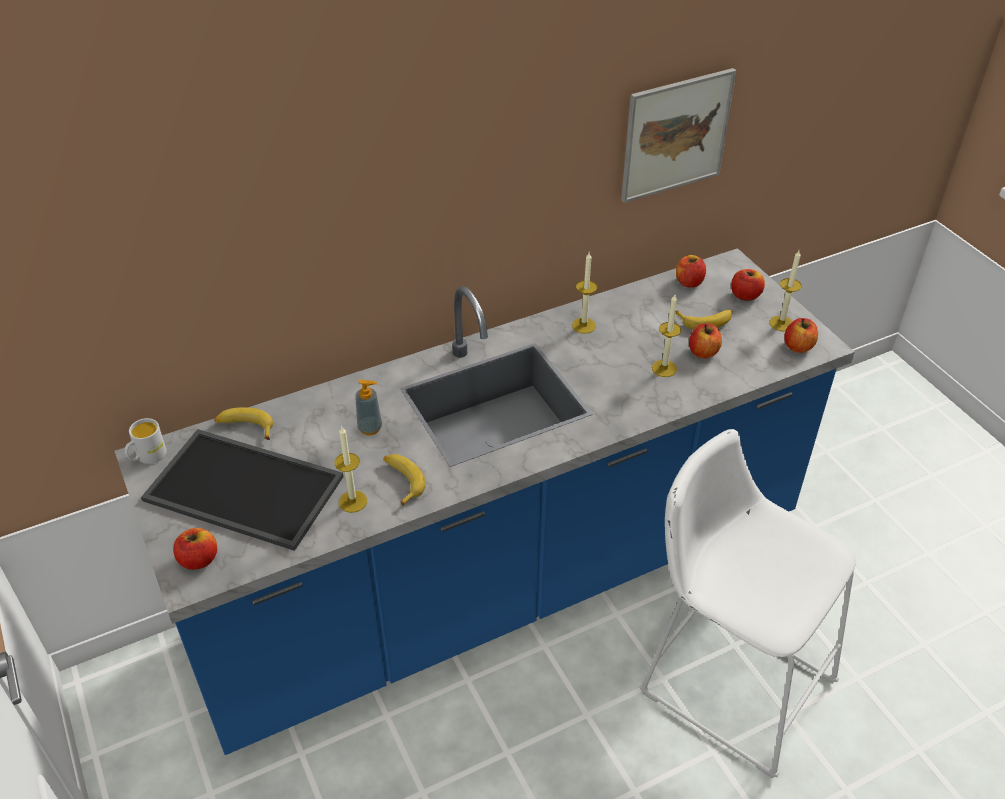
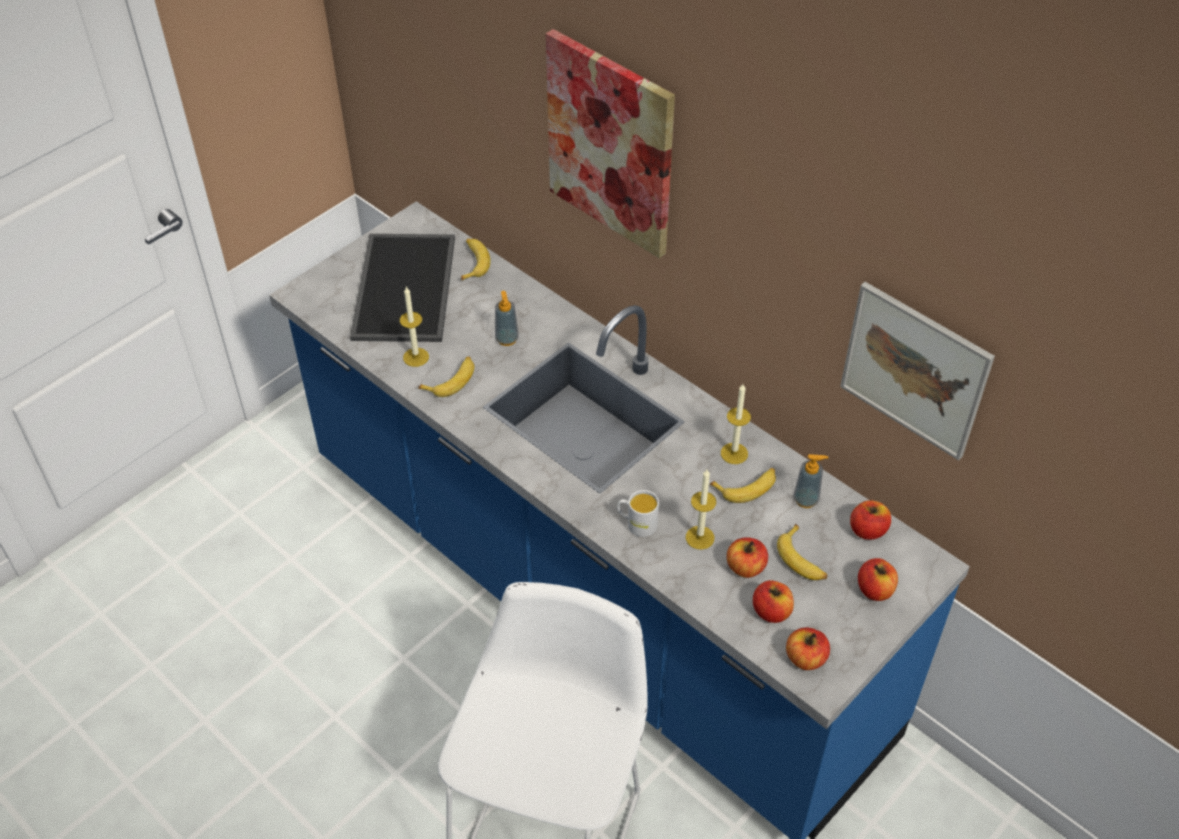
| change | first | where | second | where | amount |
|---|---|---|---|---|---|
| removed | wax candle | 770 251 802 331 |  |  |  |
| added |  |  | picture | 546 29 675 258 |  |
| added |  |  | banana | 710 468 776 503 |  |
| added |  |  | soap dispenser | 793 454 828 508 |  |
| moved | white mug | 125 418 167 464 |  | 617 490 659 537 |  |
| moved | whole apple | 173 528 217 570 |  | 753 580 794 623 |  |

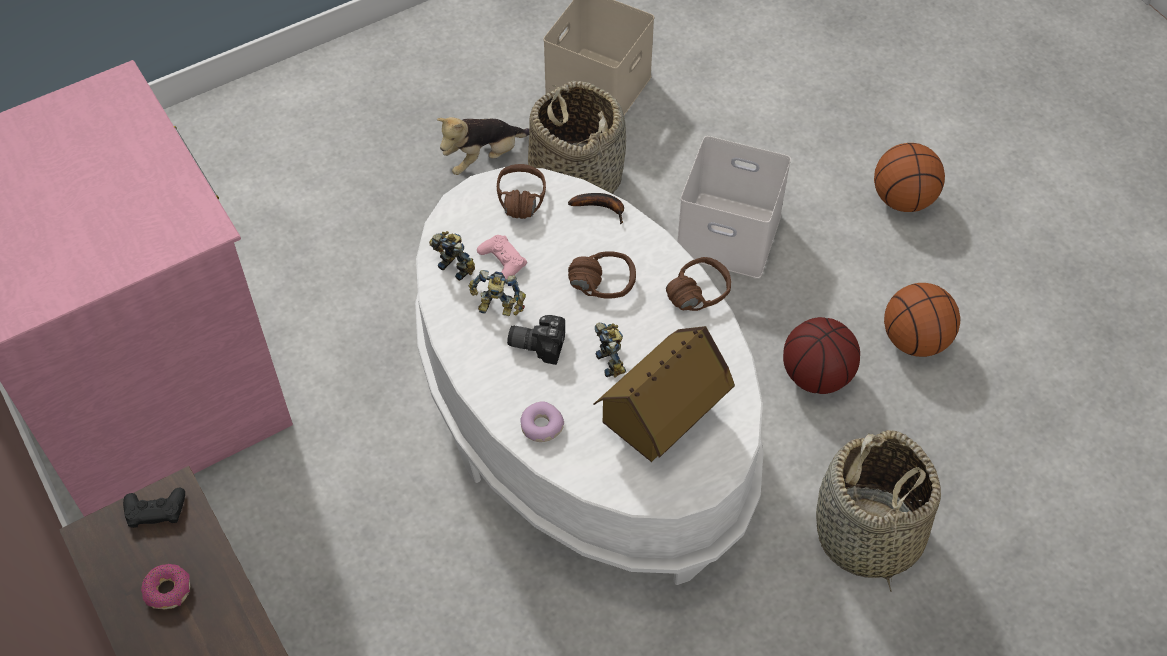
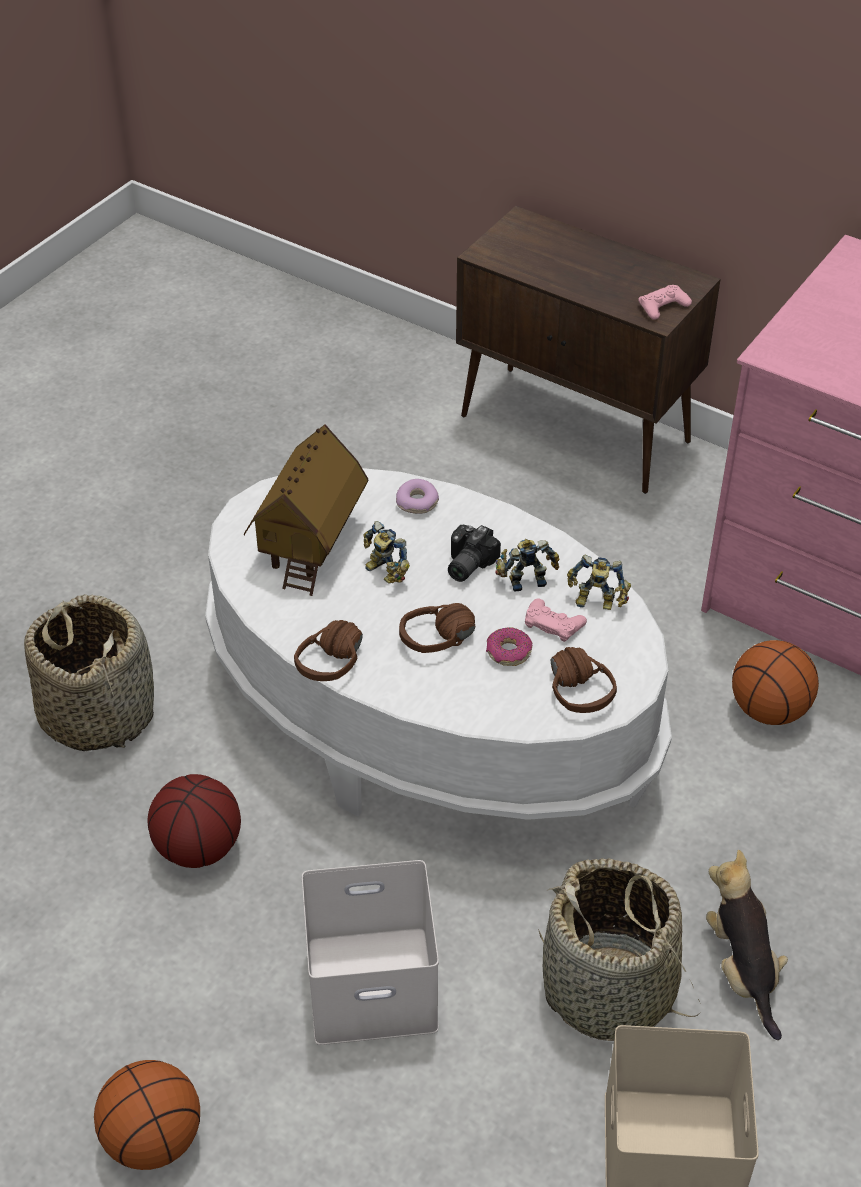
| change | first | where | second | where | amount |
|---|---|---|---|---|---|
| removed | banana | 568 193 624 224 |  |  |  |
| moved | donut | 141 564 190 610 |  | 486 627 533 666 |  |
| moved | basketball | 884 283 960 357 |  | 732 640 819 725 |  |
| recoloured | black joypad | 123 488 185 528 | pink joypad | 638 285 692 320 |  |
| turned | plush toy | 437 117 529 175 |  | 706 850 788 1040 | 45 degrees counterclockwise |
| turned | still camera | 507 315 565 365 |  | 448 525 501 582 | 135 degrees clockwise |

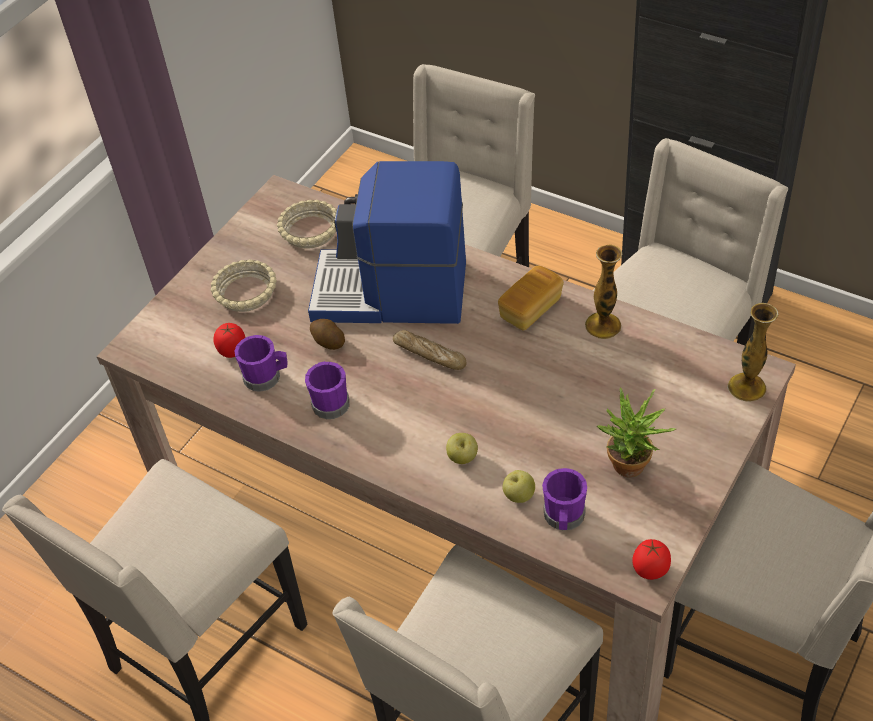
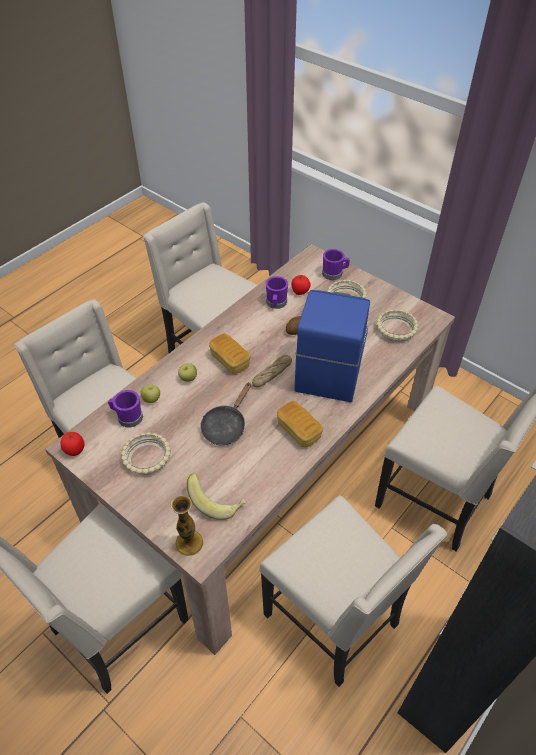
| change | first | where | second | where | amount |
|---|---|---|---|---|---|
| removed | vase | 585 245 622 339 |  |  |  |
| added |  |  | banana | 187 473 246 520 |  |
| added |  |  | black pan | 200 382 251 445 |  |
| added |  |  | bread | 209 333 250 374 |  |
| moved | purple mug | 305 361 350 419 |  | 322 249 350 280 |  |
| replaced | potted plant | 597 387 676 478 | beige bowl | 121 432 171 475 |  |

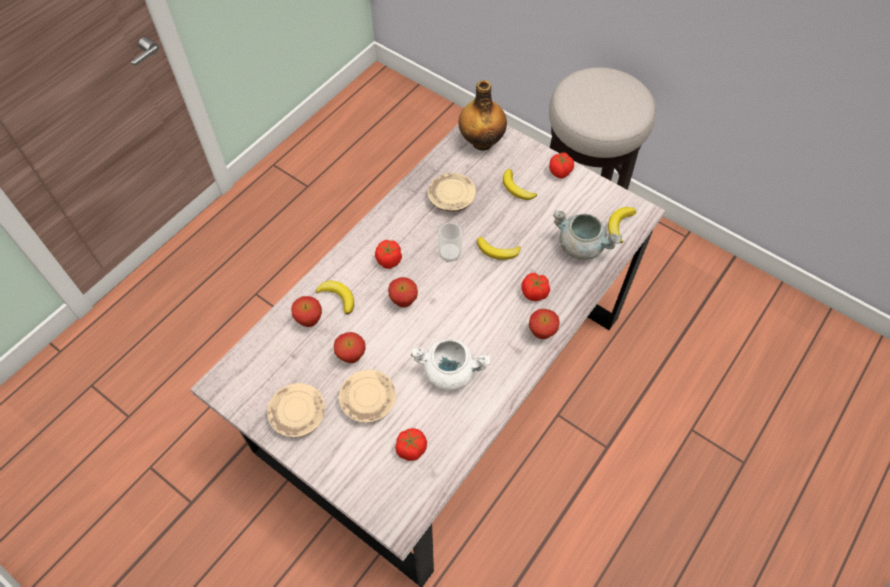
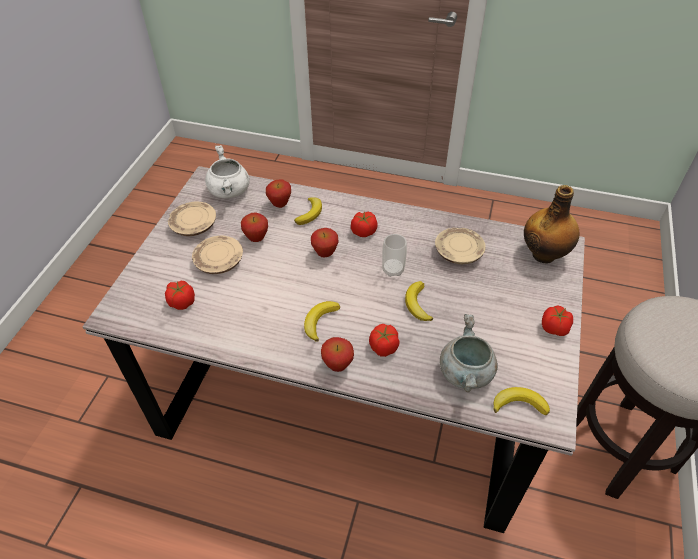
| change | first | where | second | where | amount |
|---|---|---|---|---|---|
| moved | white saucepot | 411 340 491 391 |  | 205 145 250 198 |  |
| moved | banana | 503 169 537 200 |  | 304 301 340 342 |  |

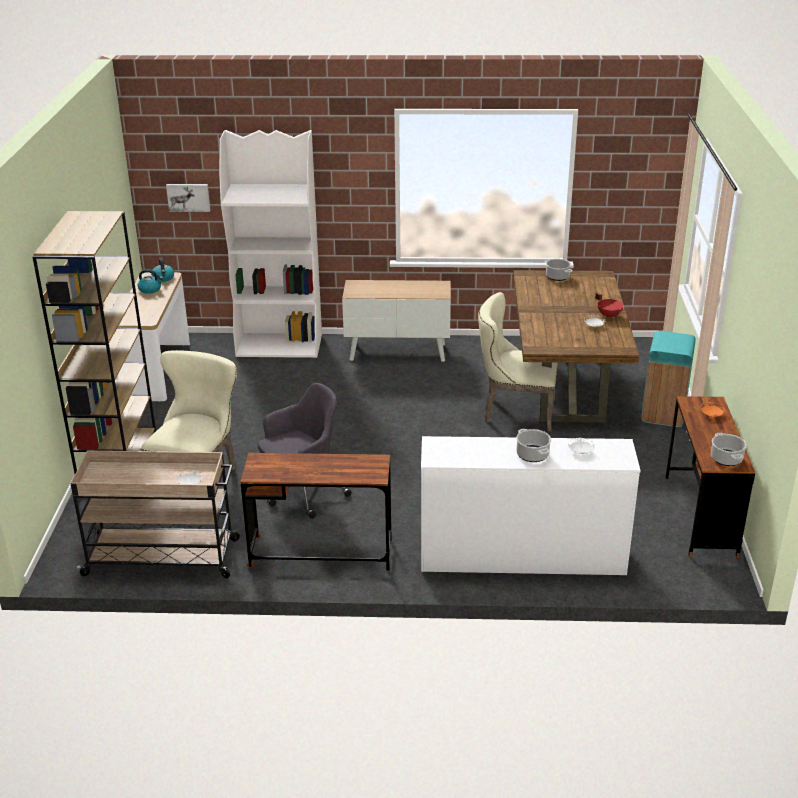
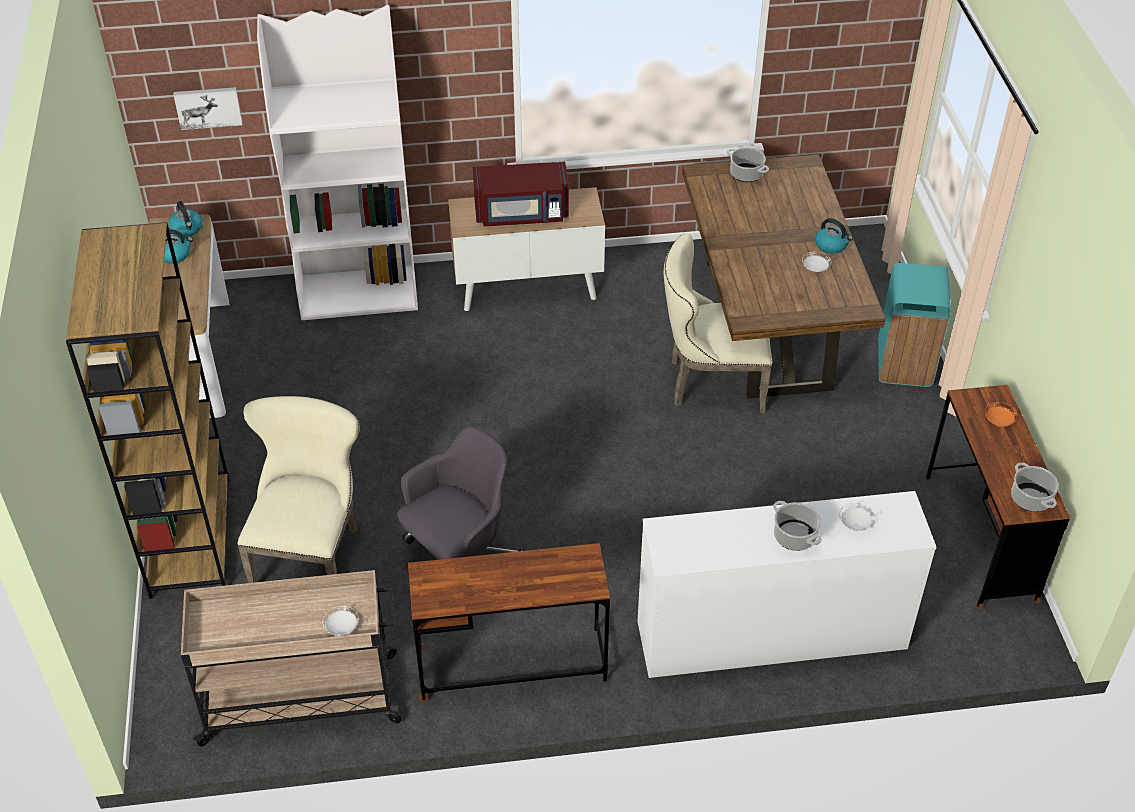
| change | first | where | second | where | amount |
|---|---|---|---|---|---|
| added |  |  | red microwave oven | 473 161 569 226 |  |
| replaced | red saucepot | 595 293 624 318 | water kettle | 815 218 853 254 |  |

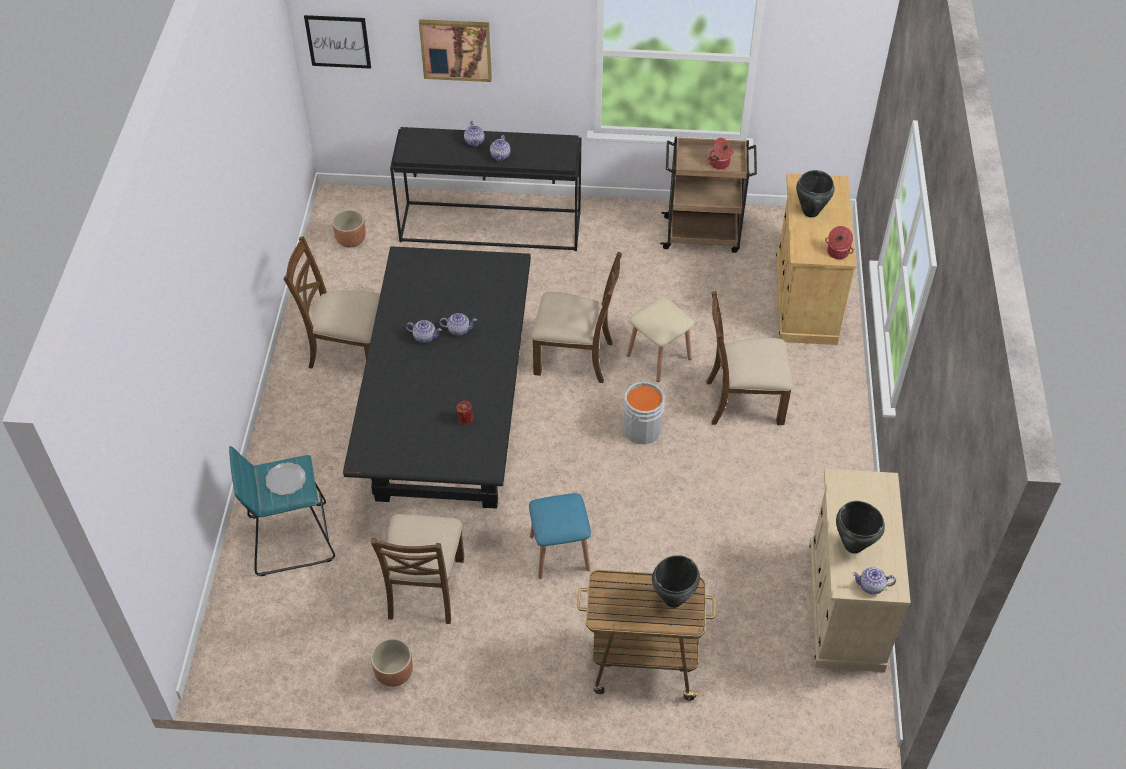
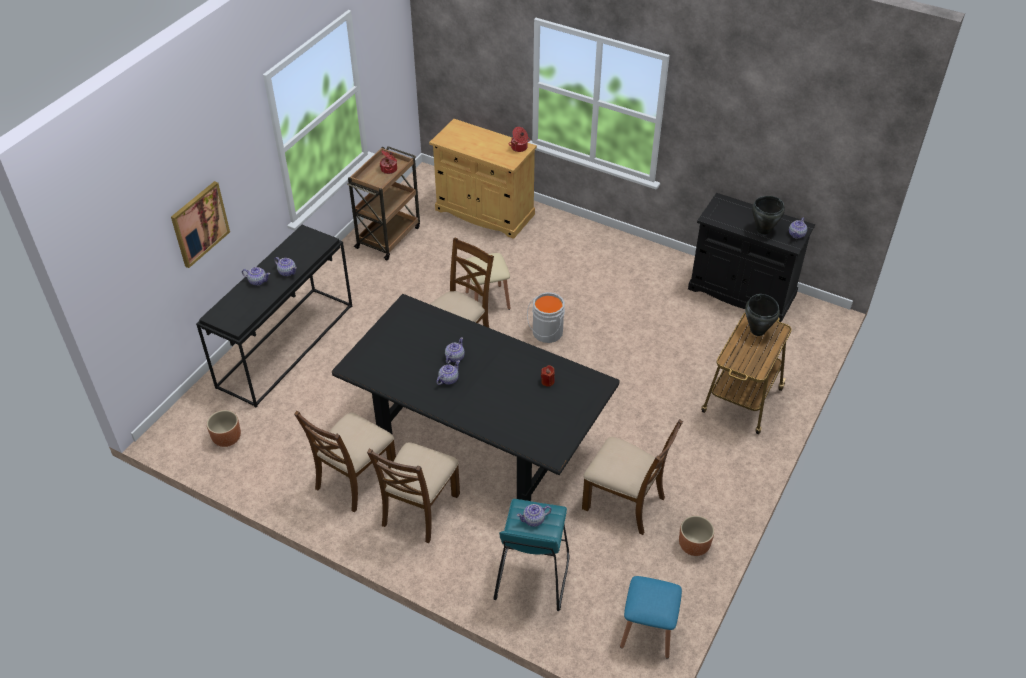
| change | first | where | second | where | amount |
|---|---|---|---|---|---|
| removed | picture | 304 15 371 69 |  |  |  |
| removed | black saucepot | 796 170 834 218 |  |  |  |
| moved | blue sitting stool | 529 493 591 579 |  | 620 576 682 659 |  |
| moved | brown plain chair | 706 291 793 425 |  | 367 442 460 543 |  |
| replaced | flat dish | 266 462 306 495 | teapot | 517 504 551 527 |  |
| recoloured | beige cupboard | 809 469 911 672 | black cupboard | 688 193 815 322 |  |

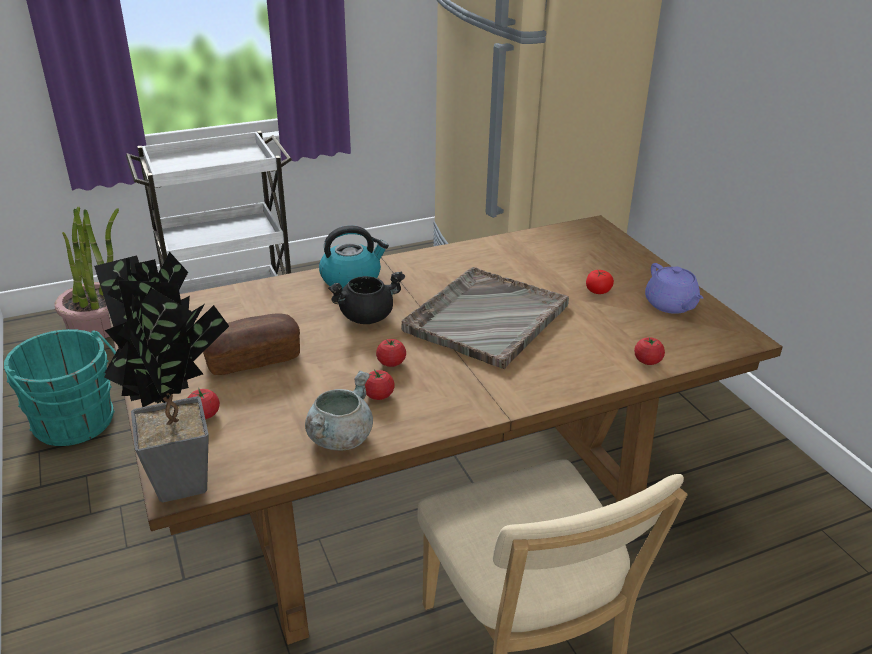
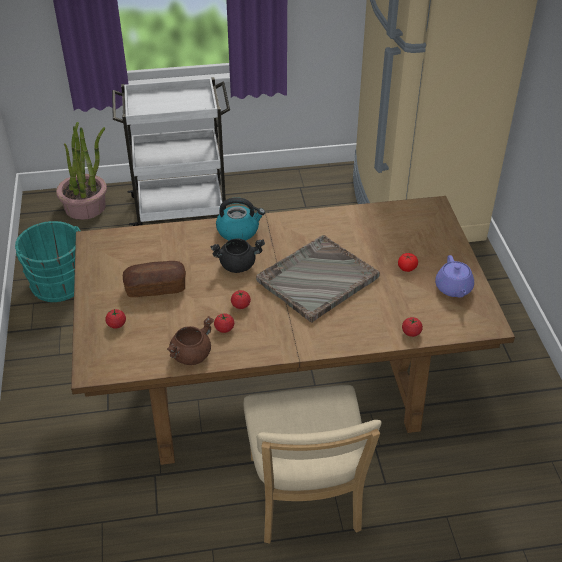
| change | first | where | second | where | amount |
|---|---|---|---|---|---|
| removed | potted plant | 94 252 229 503 |  |  |  |
| recoloured | greyish saucepot | 305 371 373 450 | brown saucepot | 167 316 214 365 |  |

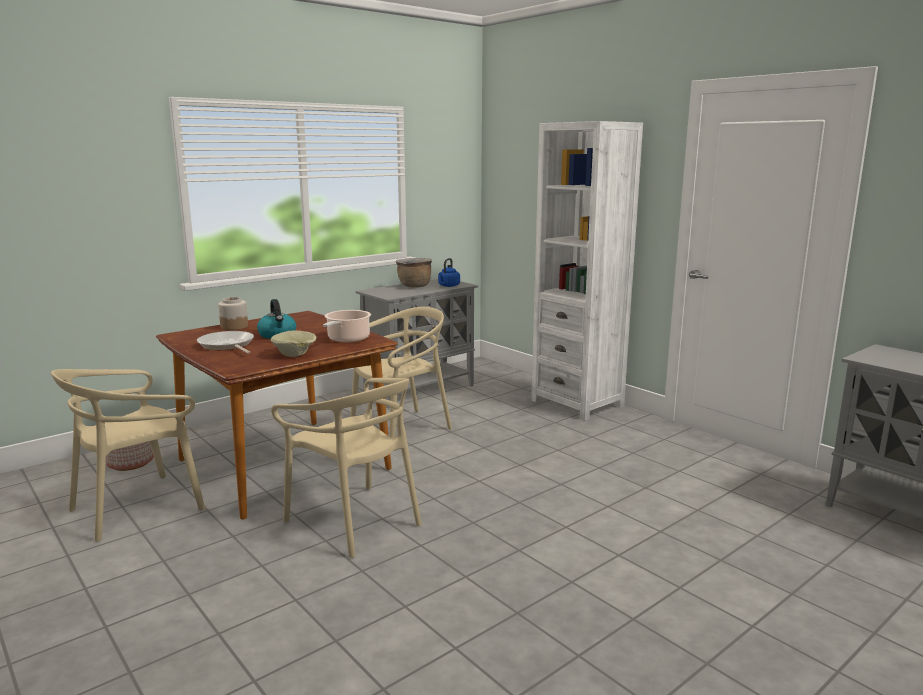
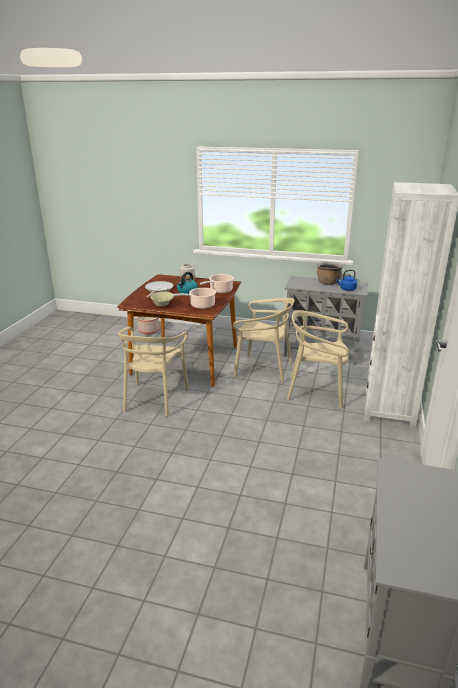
| change | first | where | second | where | amount |
|---|---|---|---|---|---|
| added |  |  | saucepot | 200 274 234 293 |  |
| moved | beige plain chair | 51 369 205 542 |  | 287 310 349 409 |  |

